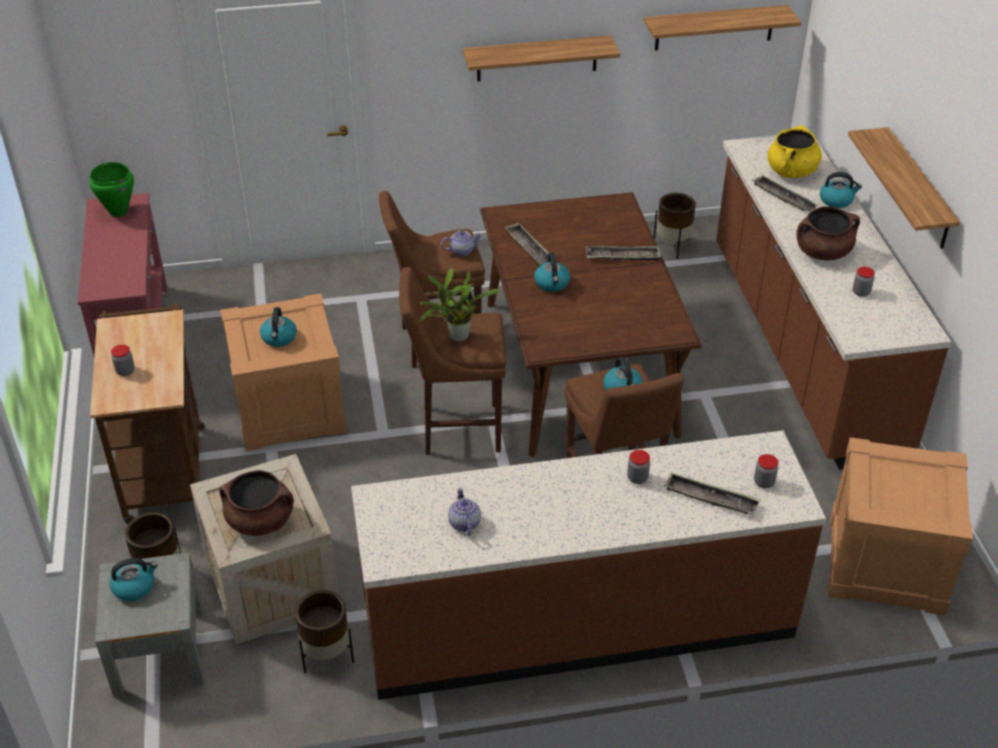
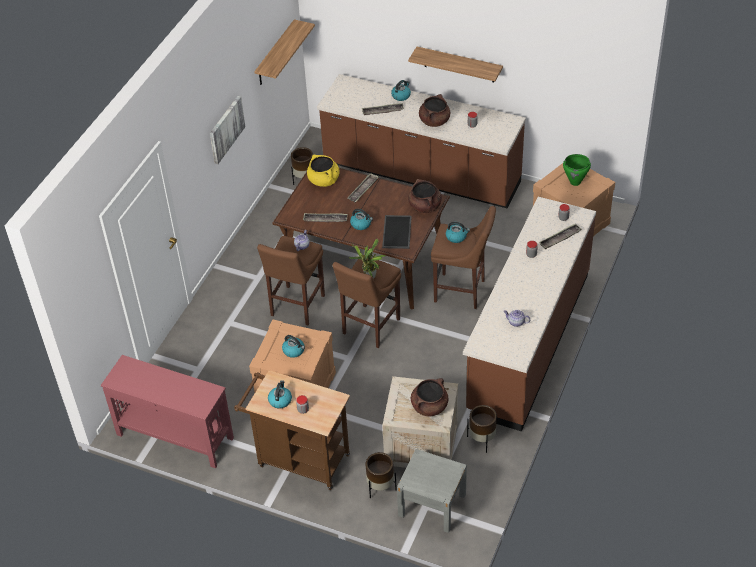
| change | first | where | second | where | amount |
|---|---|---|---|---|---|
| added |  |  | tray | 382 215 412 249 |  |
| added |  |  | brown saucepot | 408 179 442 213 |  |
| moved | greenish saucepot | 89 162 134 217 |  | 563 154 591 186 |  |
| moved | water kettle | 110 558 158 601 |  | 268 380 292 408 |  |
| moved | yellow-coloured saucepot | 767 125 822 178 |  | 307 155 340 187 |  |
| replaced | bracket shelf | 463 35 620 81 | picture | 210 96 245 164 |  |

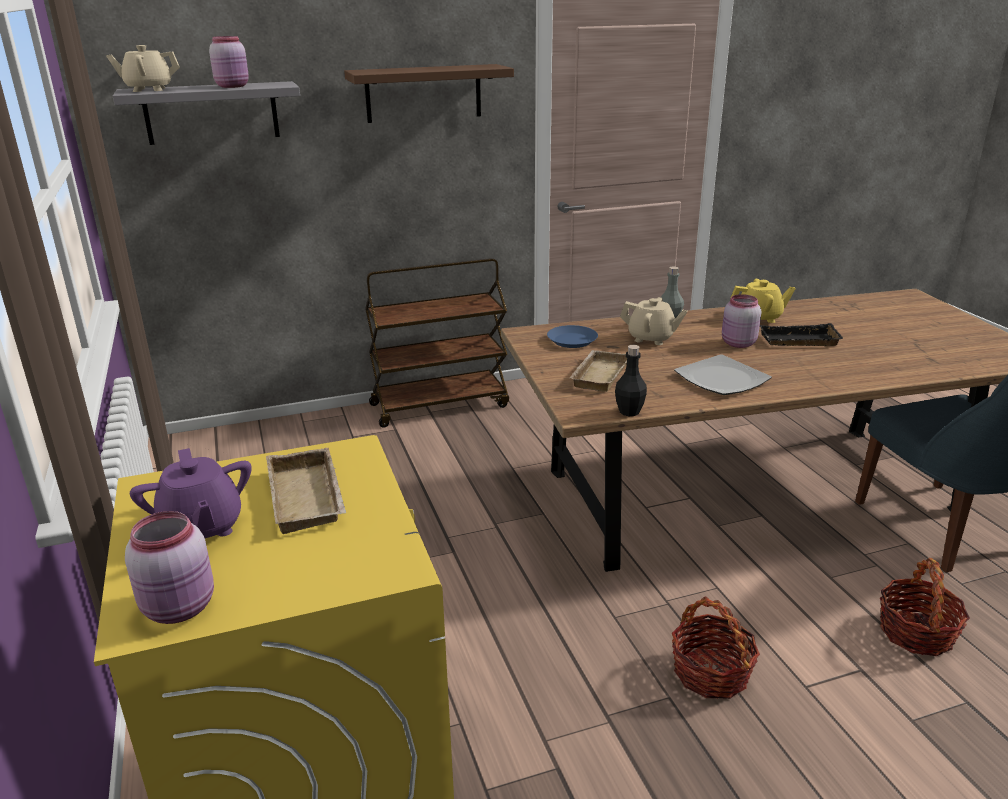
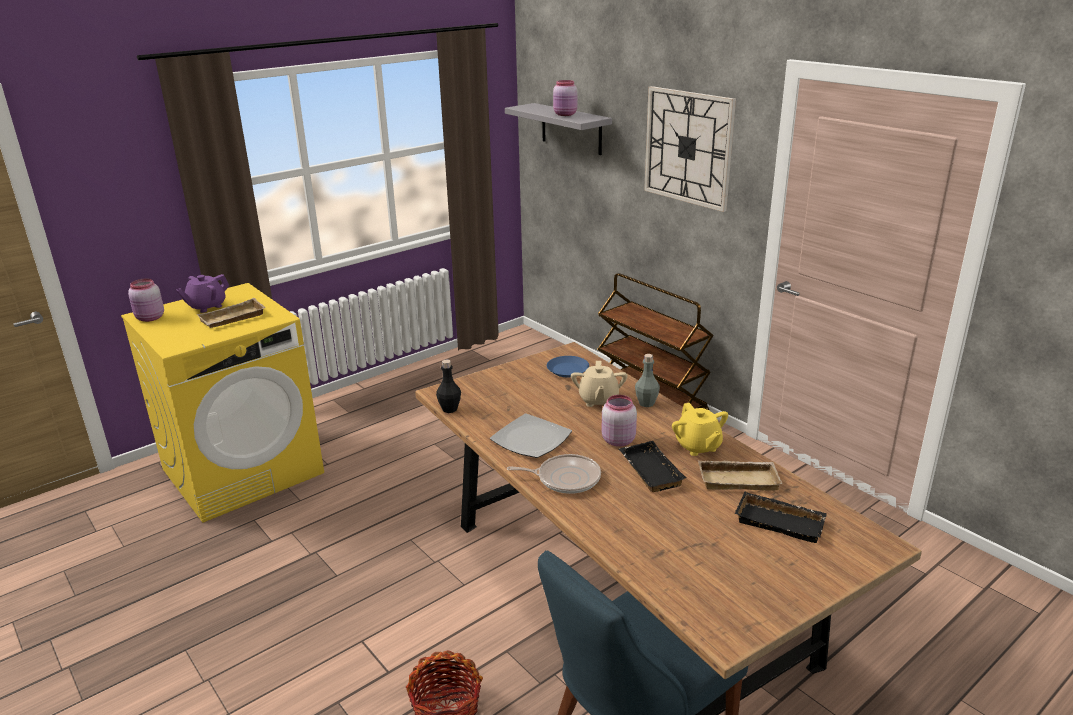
| change | first | where | second | where | amount |
|---|---|---|---|---|---|
| removed | beige teapot | 106 45 180 92 |  |  |  |
| removed | basket | 672 597 760 699 |  |  |  |
| added |  |  | pan | 507 454 601 494 |  |
| added |  |  | black tray | 735 491 827 543 |  |
| moved | beige tray | 570 350 627 392 |  | 698 460 782 491 |  |
| replaced | brown bracket shelf | 344 64 514 123 | clock on the wall | 644 86 736 212 |  |

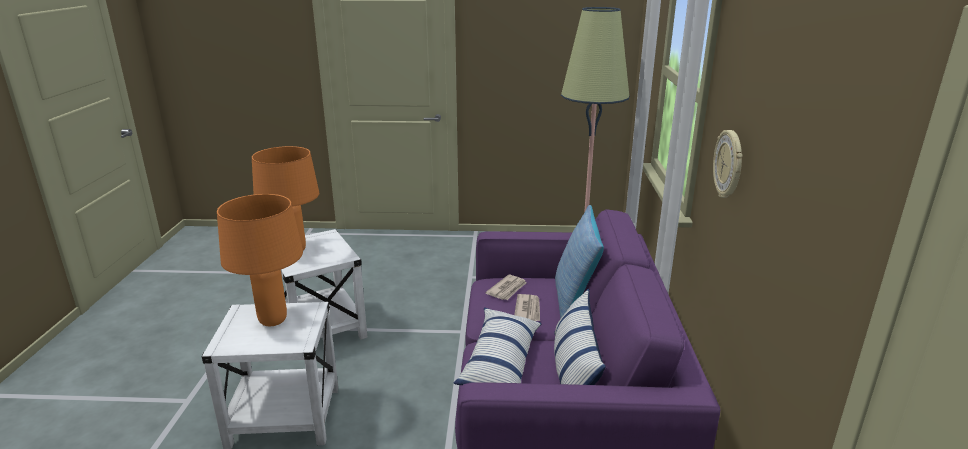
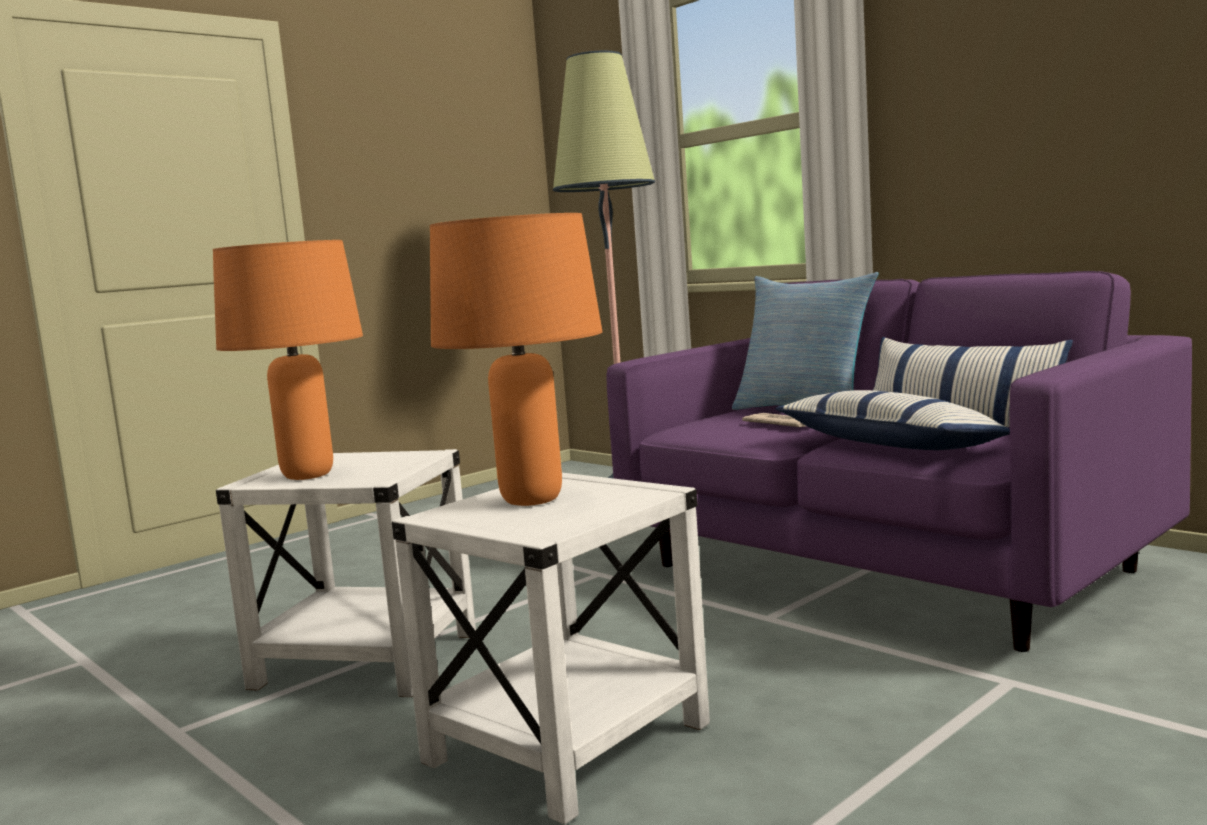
| change | first | where | second | where | amount |
|---|---|---|---|---|---|
| removed | printed paper | 485 275 526 300 |  |  |  |
| removed | clock on the wall | 713 130 743 198 |  |  |  |

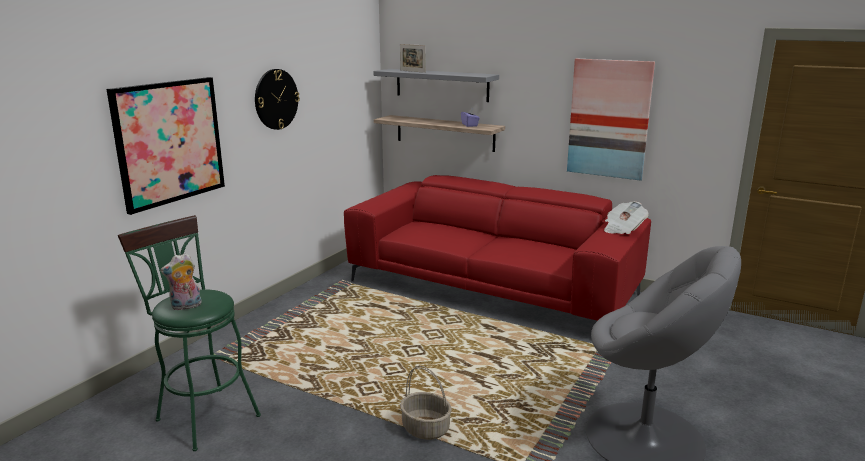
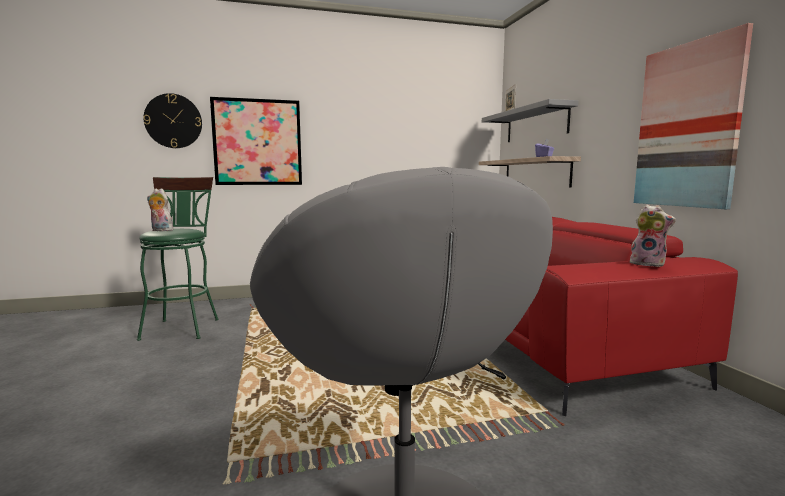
| change | first | where | second | where | amount |
|---|---|---|---|---|---|
| removed | basket | 400 366 452 440 |  |  |  |
| moved | clock on the wall | 255 69 300 130 |  | 143 93 202 148 |  |
| replaced | printed paper | 604 201 649 234 | plush toy | 630 205 676 267 |  |

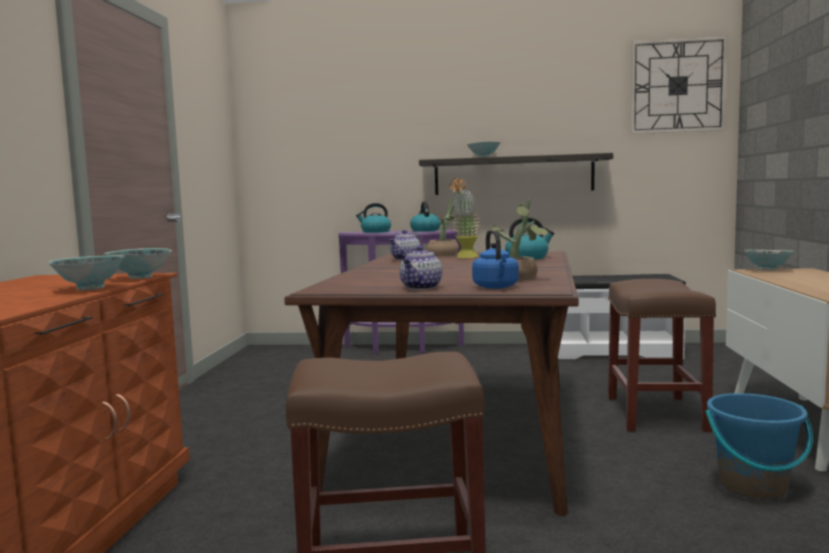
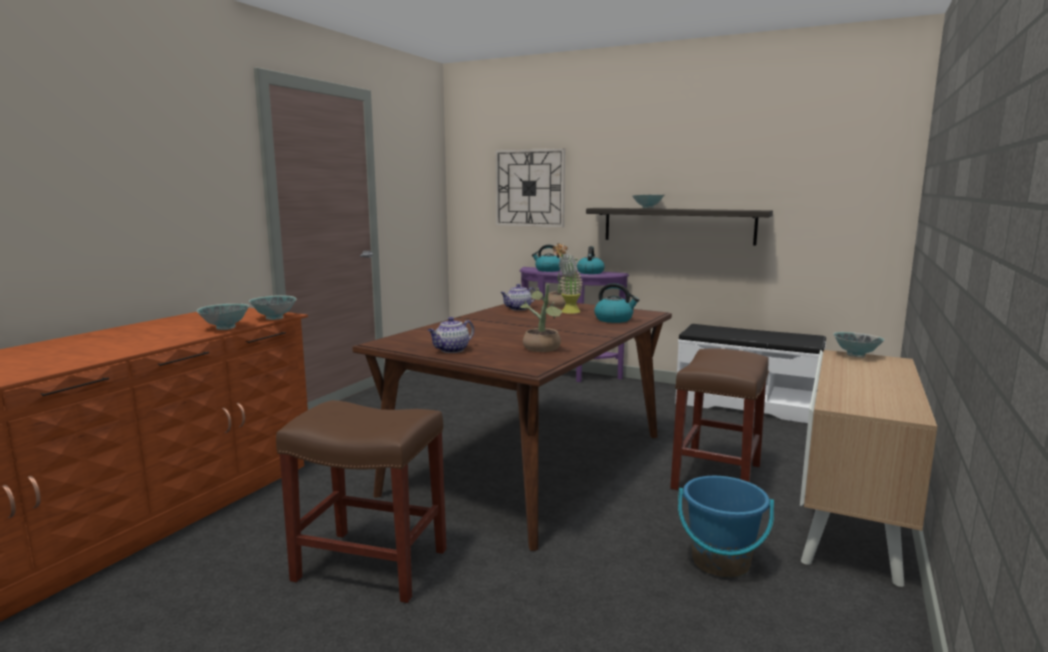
| change | first | where | second | where | amount |
|---|---|---|---|---|---|
| removed | blue water kettle | 472 230 519 289 |  |  |  |
| moved | clock on the wall | 631 36 728 134 |  | 495 148 565 228 |  |

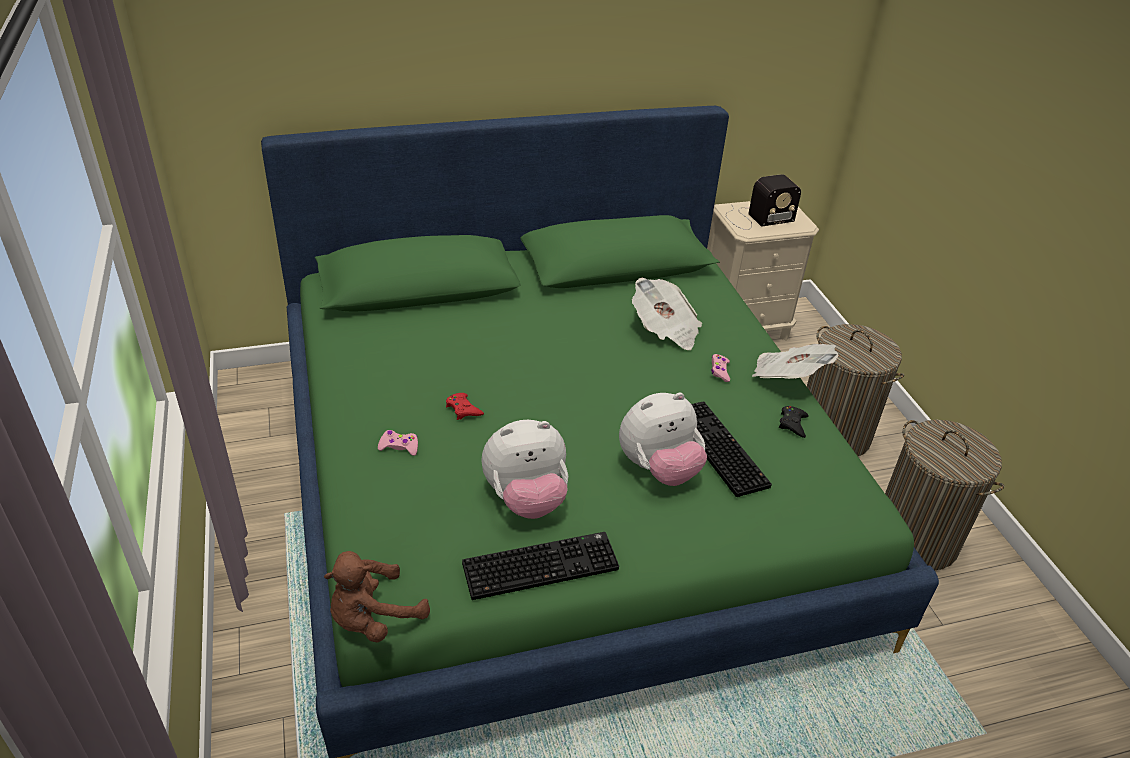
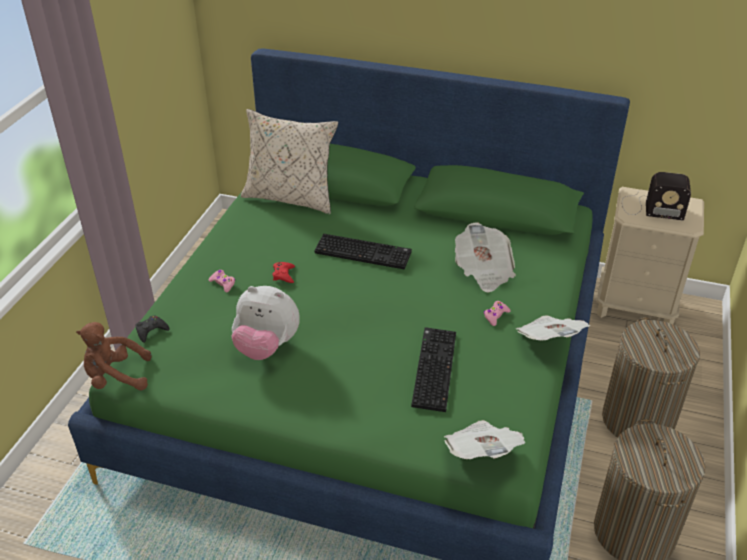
| change | first | where | second | where | amount |
|---|---|---|---|---|---|
| removed | plush toy | 619 392 707 486 |  |  |  |
| added |  |  | beige cushion | 241 109 338 214 |  |
| added |  |  | printed paper | 444 420 525 459 |  |
| moved | PC keyboard | 462 532 619 600 |  | 314 234 412 269 |  |
| moved | black joypad | 779 406 809 438 |  | 135 315 169 343 |  |

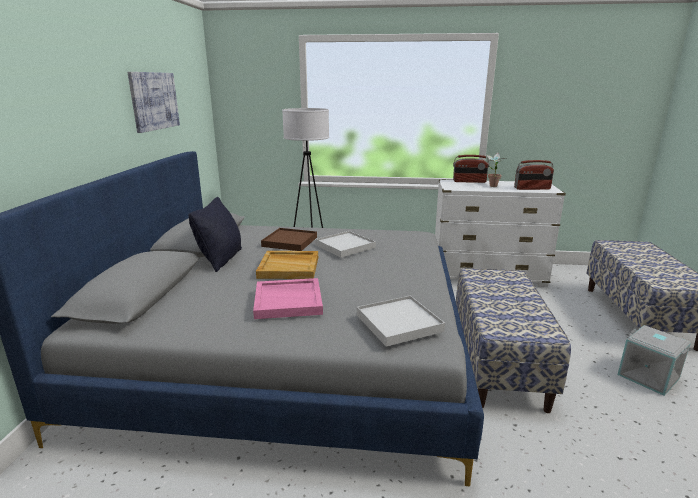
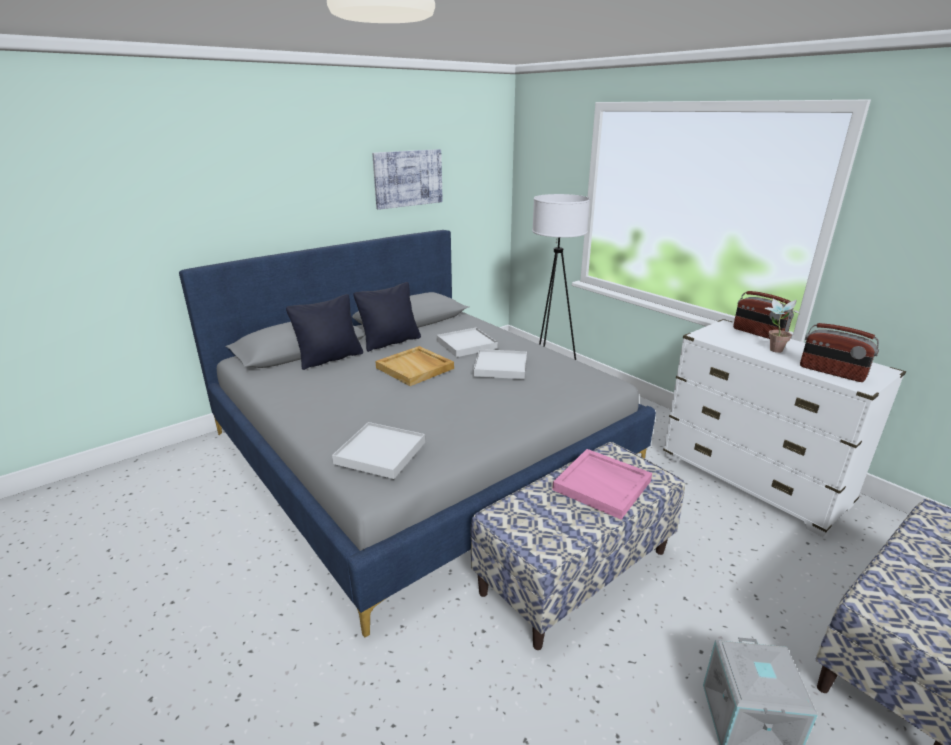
| change | first | where | second | where | amount |
|---|---|---|---|---|---|
| added |  |  | black cushion | 286 294 363 370 |  |
| moved | pink tray | 253 278 323 319 |  | 552 449 652 520 |  |
| recoloured | brown tray | 261 228 317 251 | white tray | 437 328 498 357 |  |

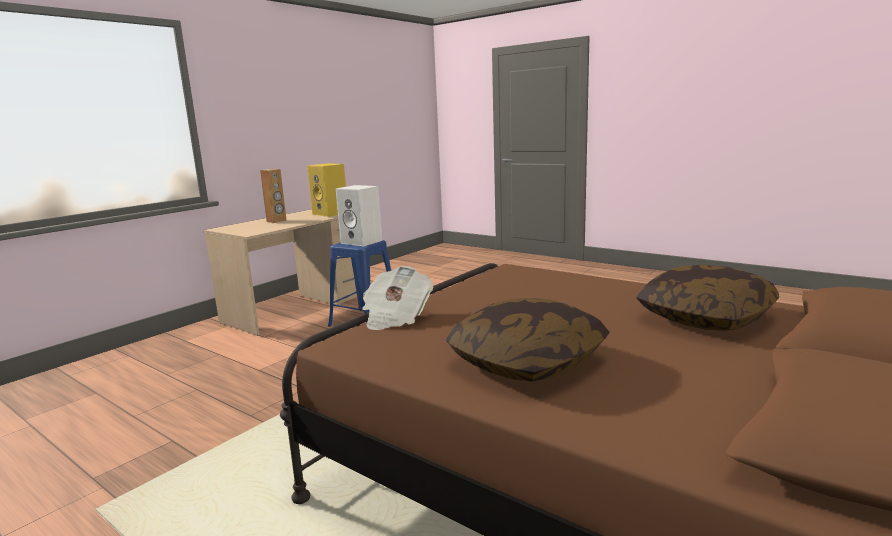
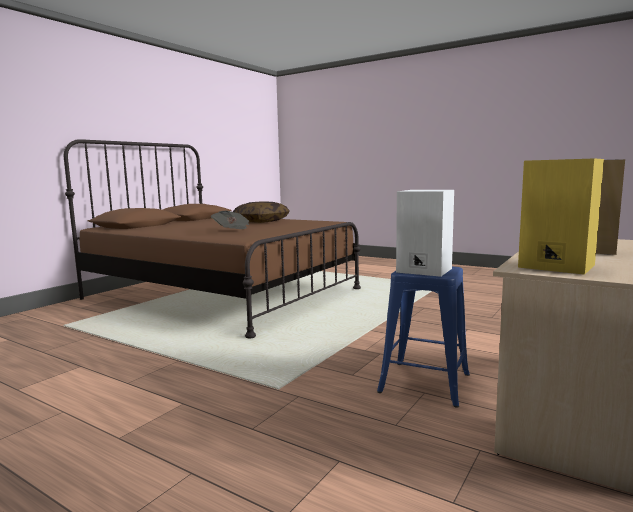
| change | first | where | second | where | amount |
|---|---|---|---|---|---|
| removed | cushion | 636 265 779 331 |  |  |  |
| moved | printed paper | 362 266 433 330 |  | 210 211 250 229 |  |

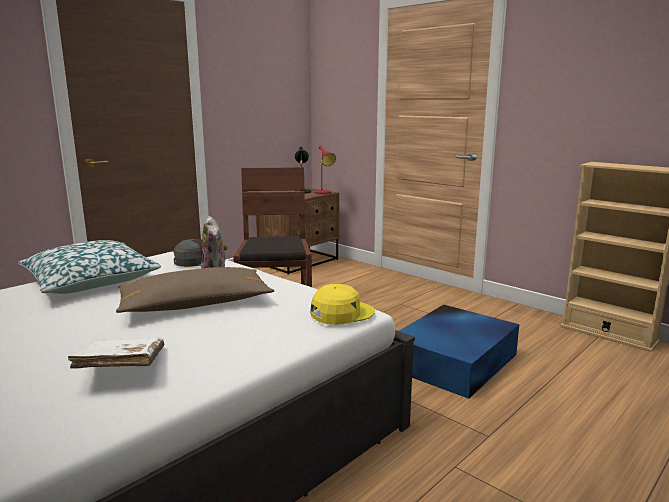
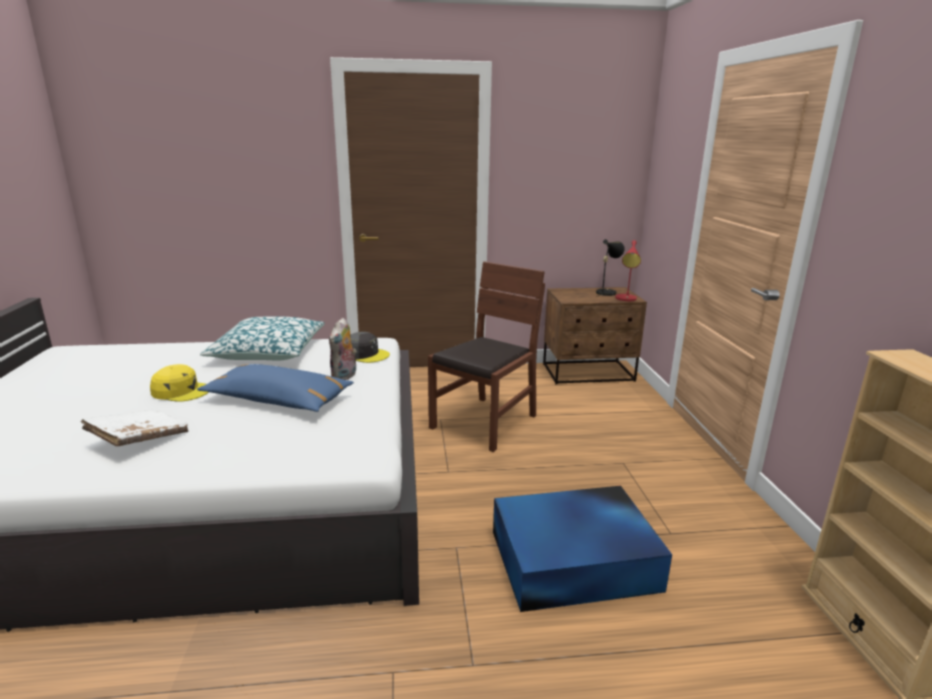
| change | first | where | second | where | amount |
|---|---|---|---|---|---|
| moved | yellow-coloured cap | 310 284 375 325 |  | 150 364 209 402 |  |
| recoloured | brown cushion | 116 267 274 313 | blue cushion | 197 364 354 412 |  |

